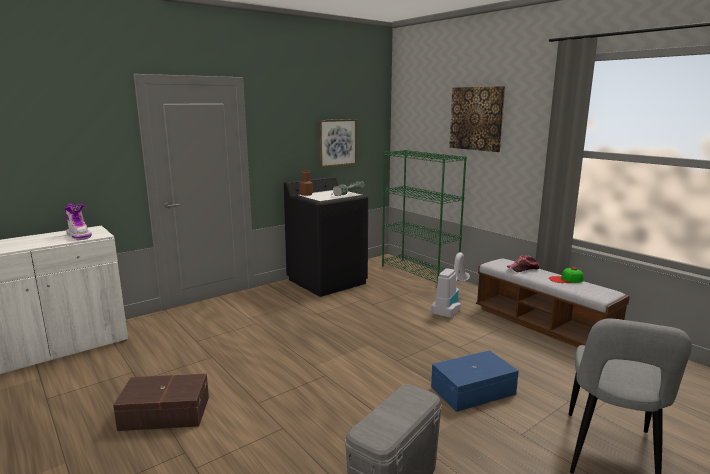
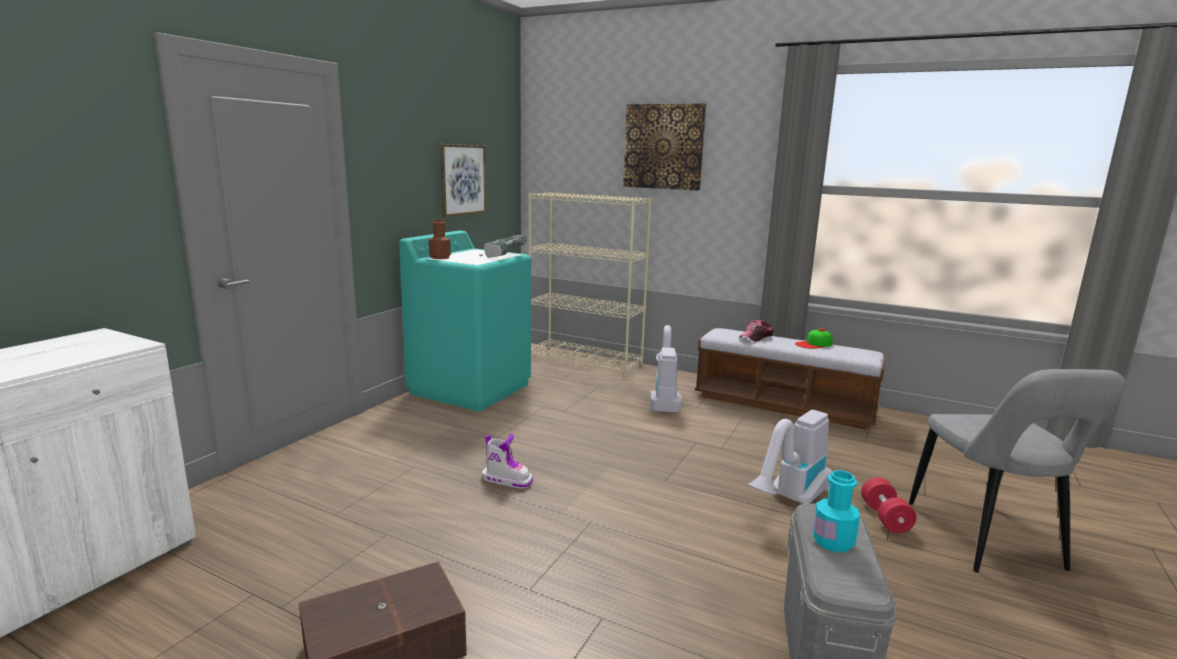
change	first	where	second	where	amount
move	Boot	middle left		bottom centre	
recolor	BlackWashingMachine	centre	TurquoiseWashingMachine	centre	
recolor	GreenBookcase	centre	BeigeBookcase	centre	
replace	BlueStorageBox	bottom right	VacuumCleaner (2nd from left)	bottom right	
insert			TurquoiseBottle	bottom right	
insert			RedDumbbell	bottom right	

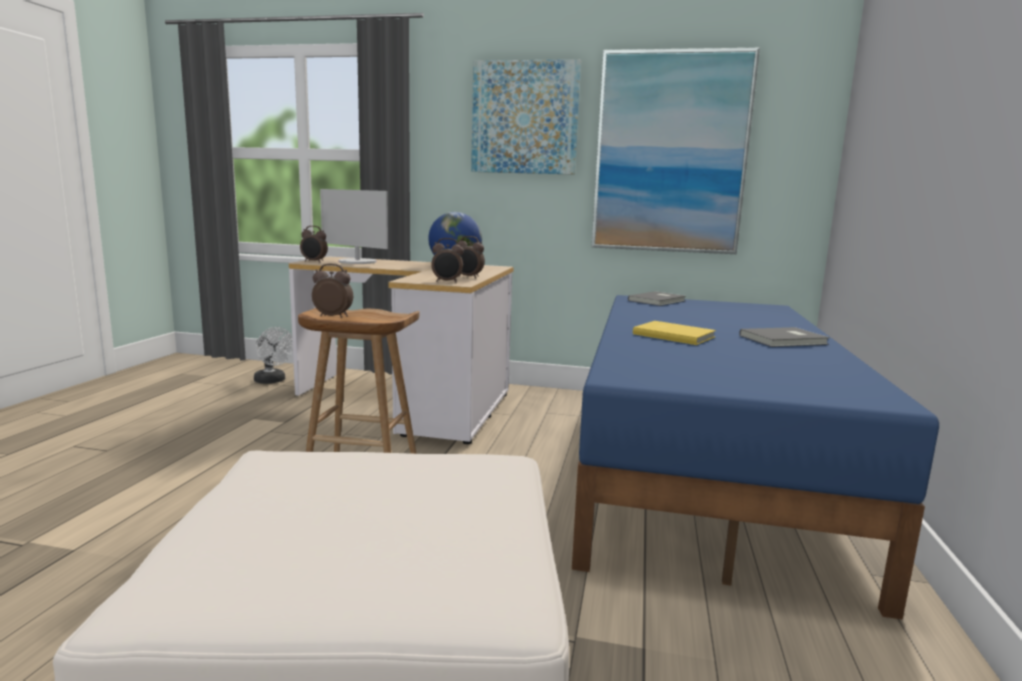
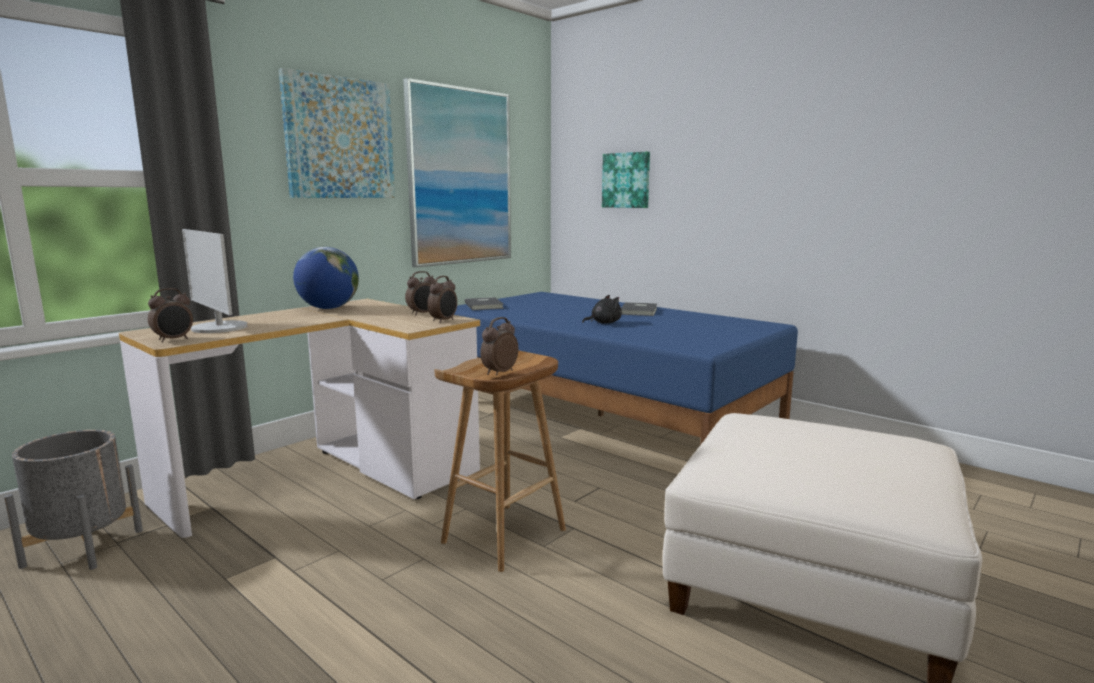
change	first	where	second	where	amount
replace	WhiteFan	middle left	GreyPlanter	bottom left	
rotate	Monitor	top centre		middle left	75 degrees clockwise
replace	YellowBook	centre	BlackPlushToy	centre	
insert			Picture (3rd from left)	top centre	

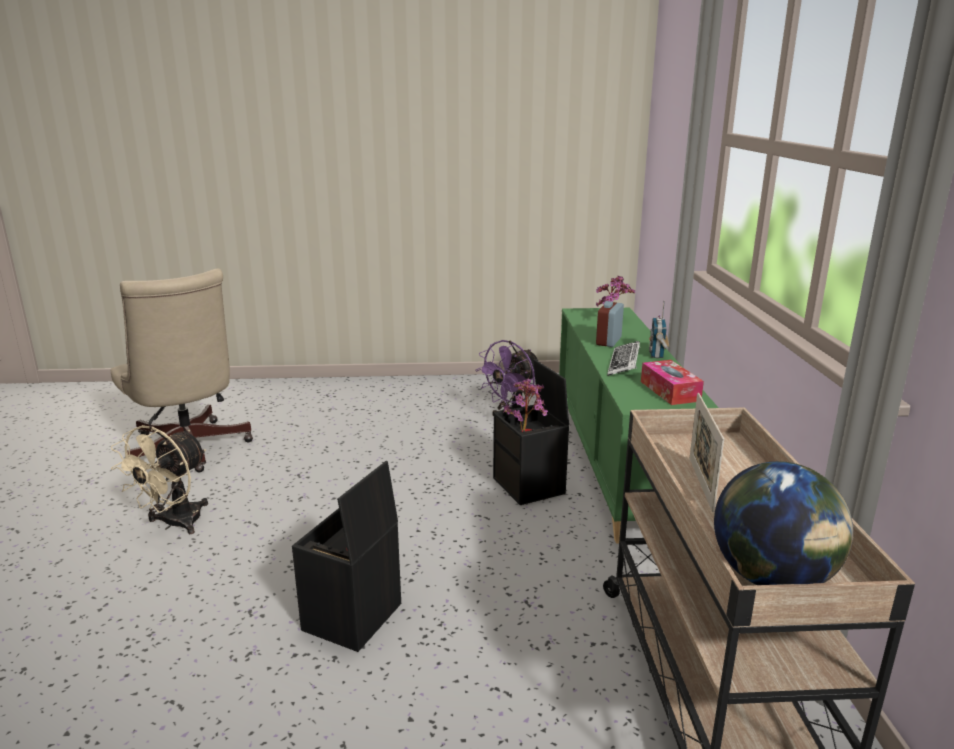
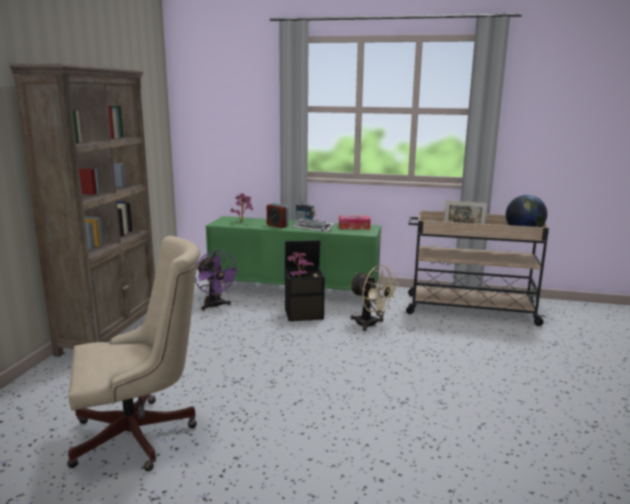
change	first	where	second	where	amount
move	BeigeFan	middle left		centre	
delete	BlackStorageBox (1st from left)	bottom centre			
insert			BrownBookcase	middle left	

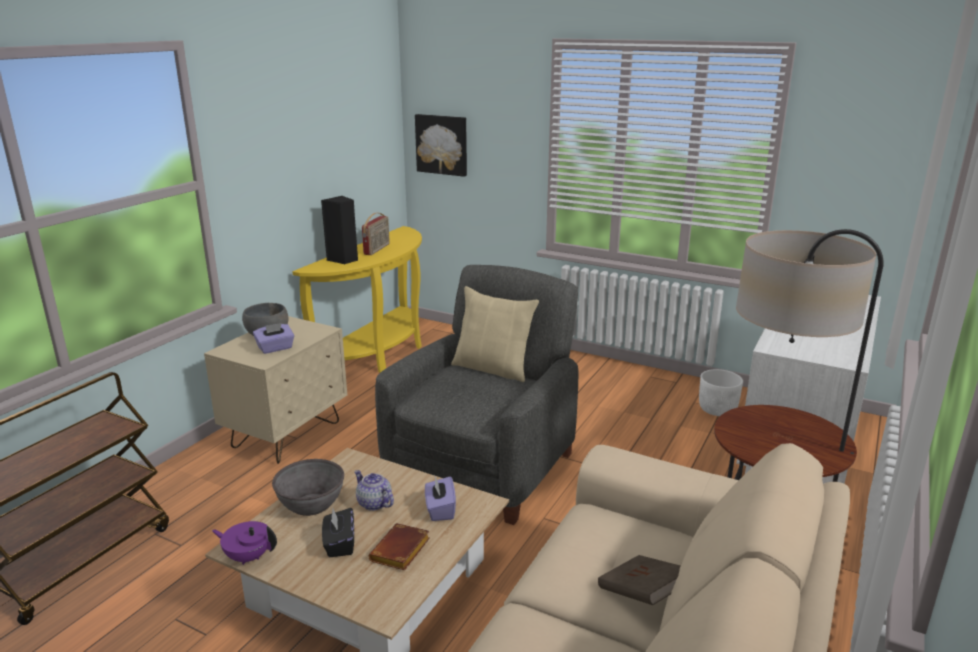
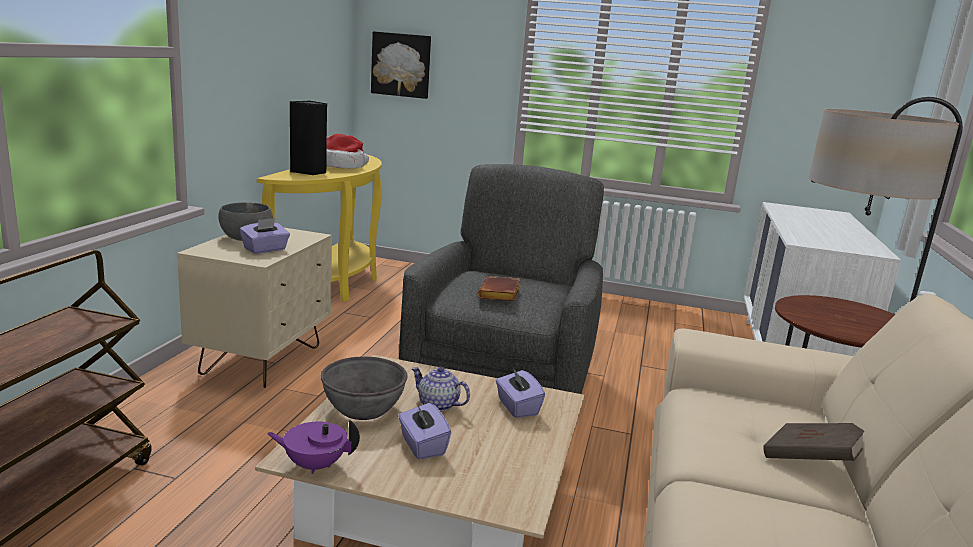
change	first	where	second	where	amount
recolor	BlackTissueBox	bottom centre	PurpleTissueBox (2nd from left)	bottom centre	
replace	Radio	centre	Hat	top centre	
move	BrownBook (1st from left)	bottom centre		centre	
delete	BeigePillow	centre			
delete	WhitePlanter	middle right			

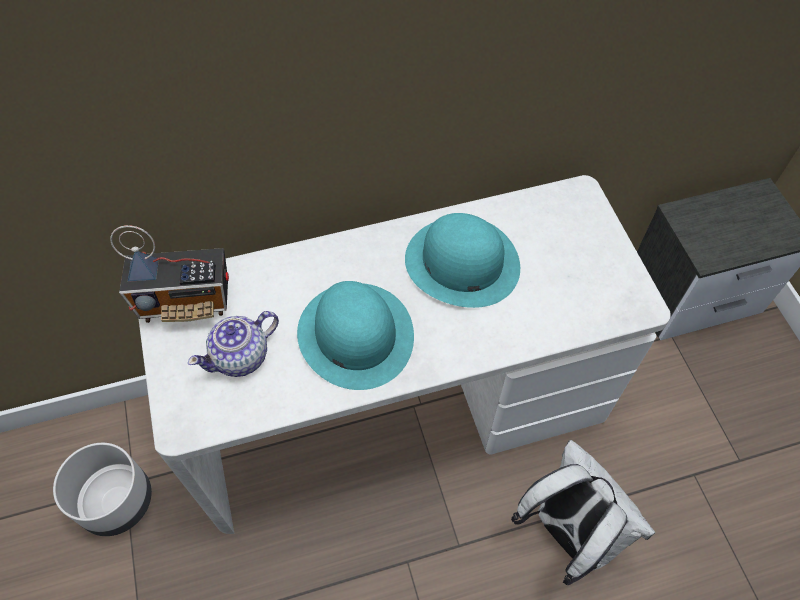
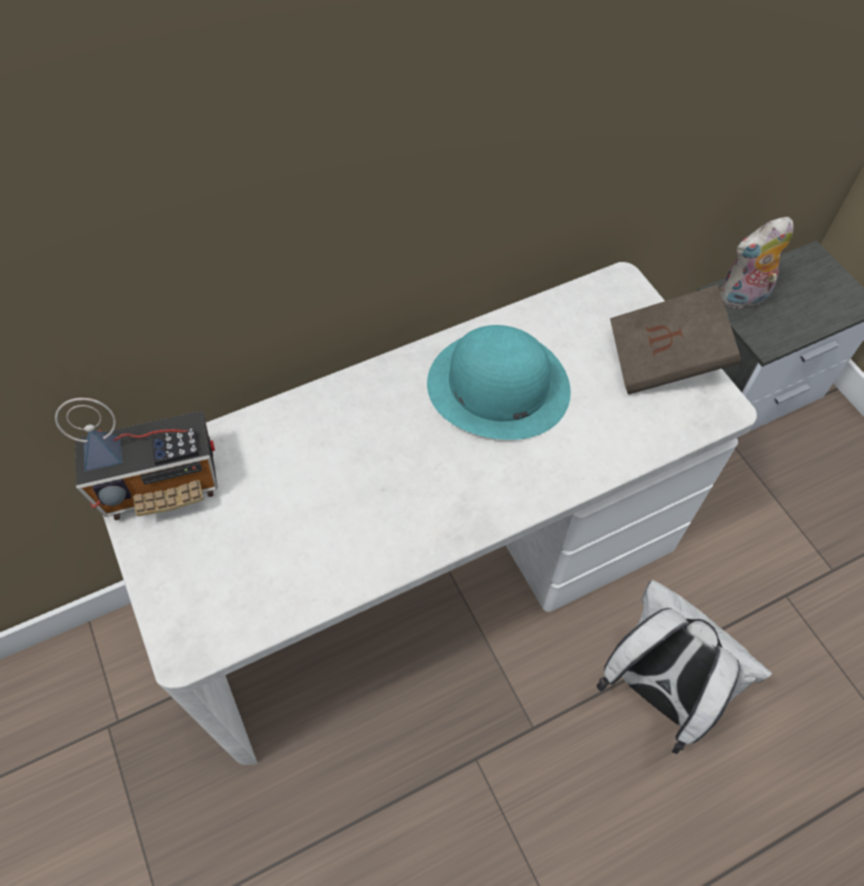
change	first	where	second	where	amount
delete	GreyPlanter	bottom left			
delete	Teapot	middle left			
delete	TurquoiseHat (1st from left)	centre			
insert			BrownBook	middle right	
insert			PlushToy	top right	

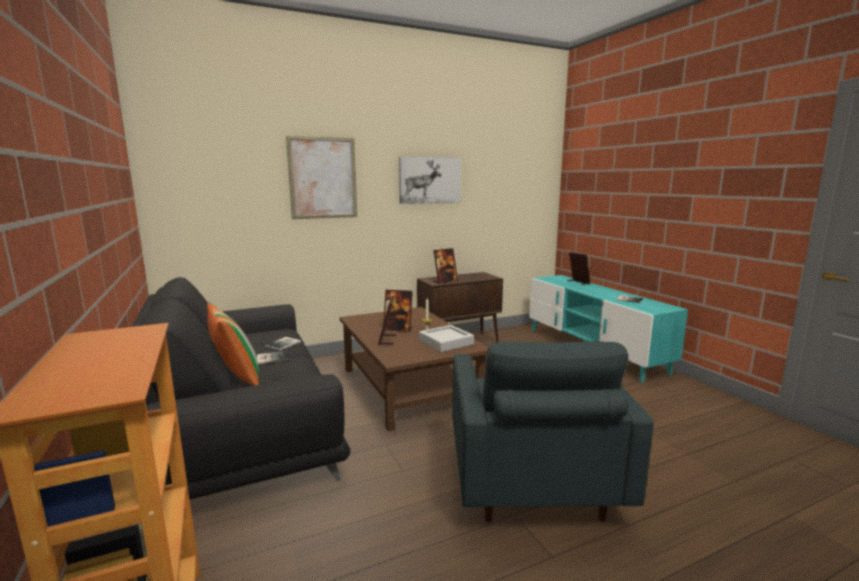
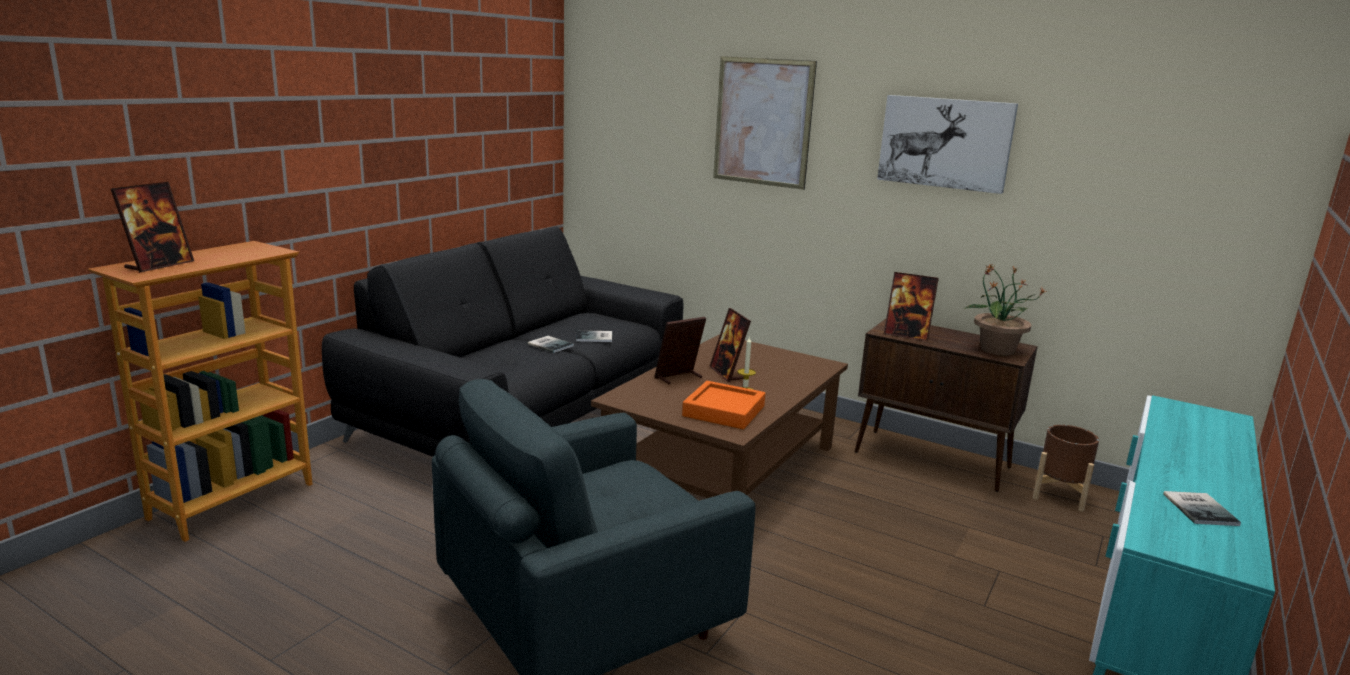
change	first	where	second	where	amount
delete	Pillow	middle left			
recolor	GreyTray	centre	OrangeTray	centre	
move	PictureFrame (4th from left in the first image)	middle right	PictureFrame (1st from left)	middle left	
insert			PottedPlant	middle right	
insert			BrownPlanter	bottom right	

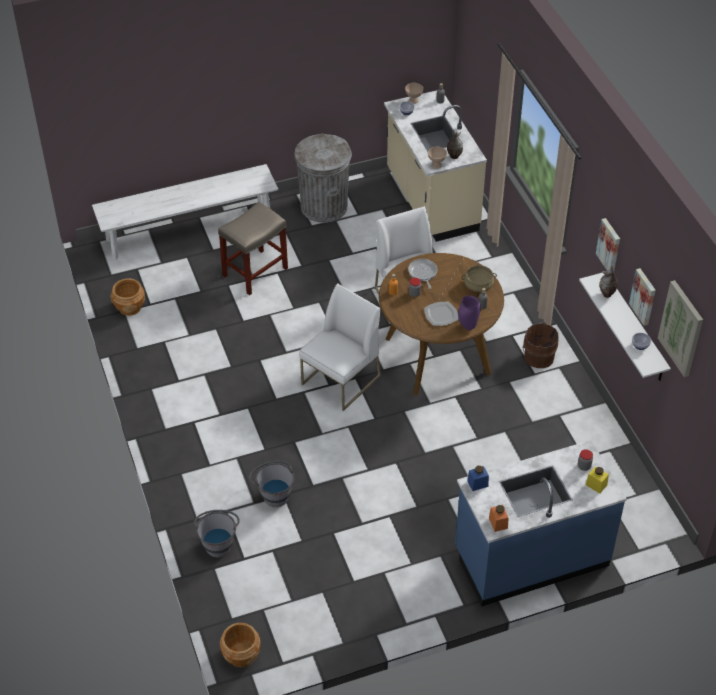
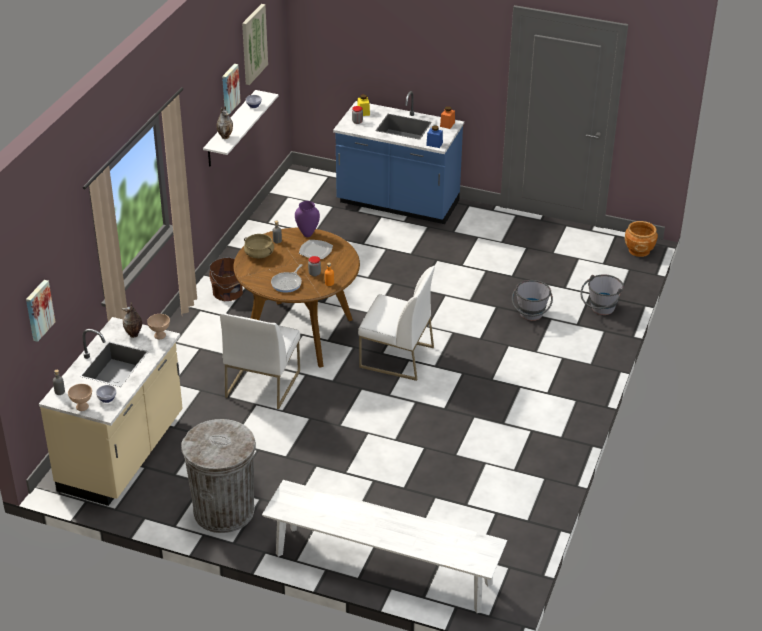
change	first	where	second	where	amount
delete	BrownPlanter (1st from left)	middle left			
delete	BeigeStool	centre			
rotate	WhiteChair (1st from left in the first image)	centre	WhiteChair (2nd from left)	centre	150 degrees counterclockwise
move	Picture (1st from left)	middle right		middle left	

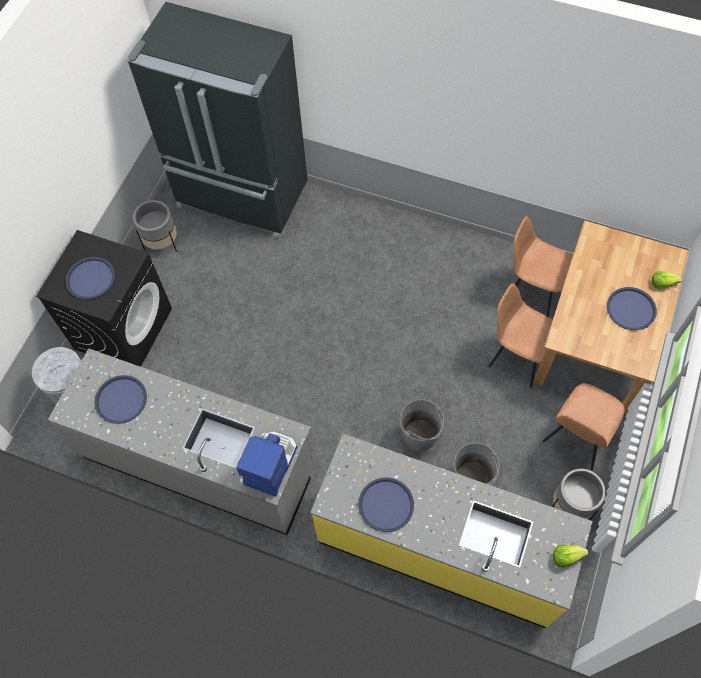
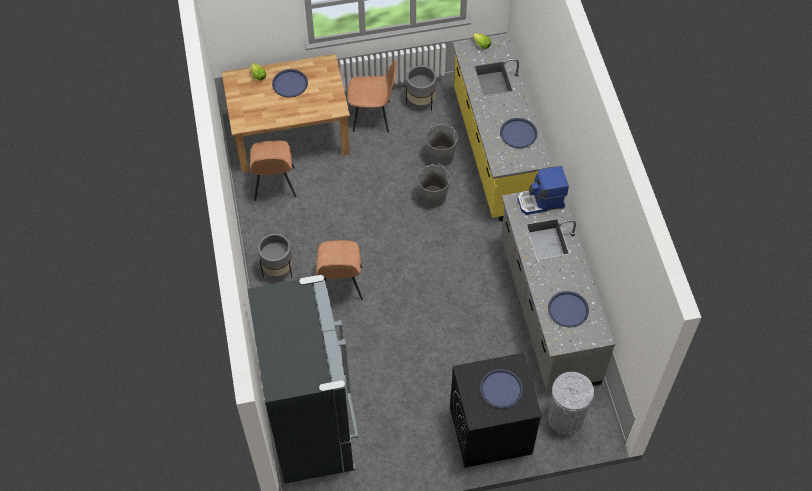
change	first	where	second	where	amount
move	GreyPlanter (1st from left)	middle left		centre	
move	BrownChair (1st from left in the first image)	middle right	BrownChair (2nd from left)	centre	

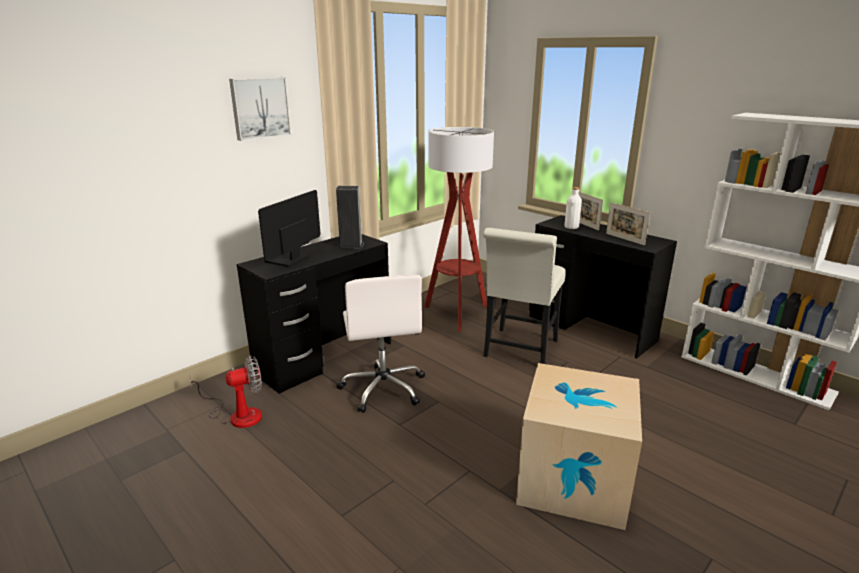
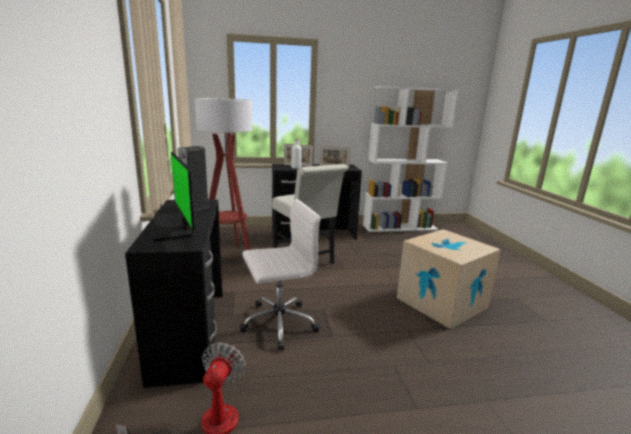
change	first	where	second	where	amount
delete	Picture	top left			
rotate	WhiteOfficeChair	centre		centre	45 degrees counterclockwise

